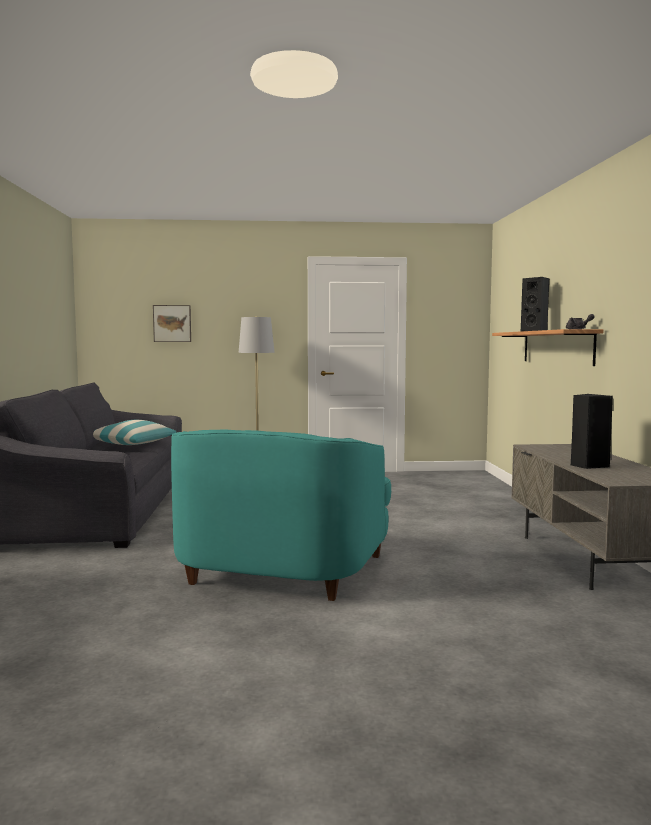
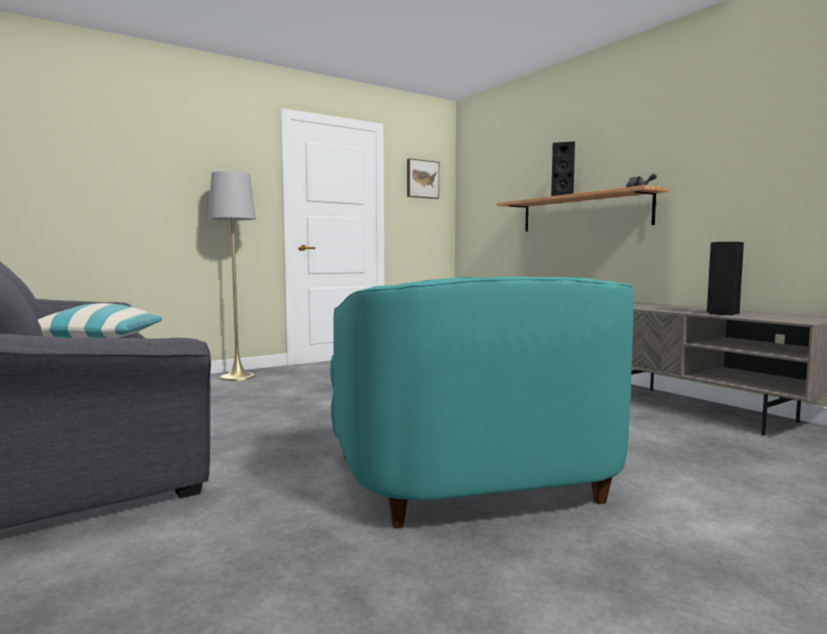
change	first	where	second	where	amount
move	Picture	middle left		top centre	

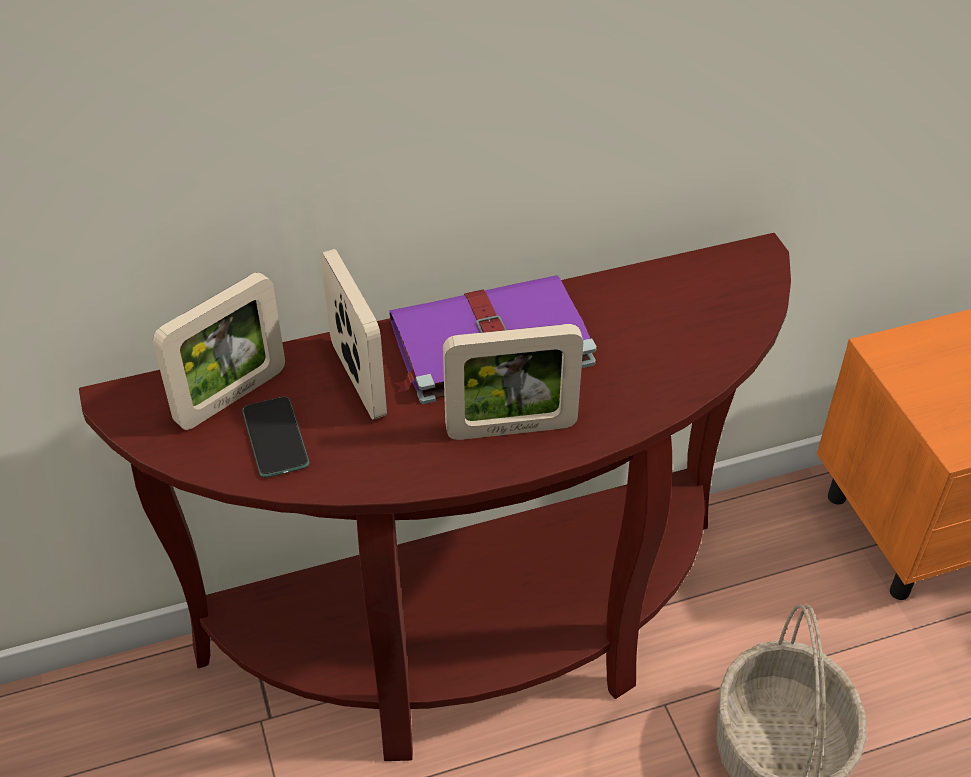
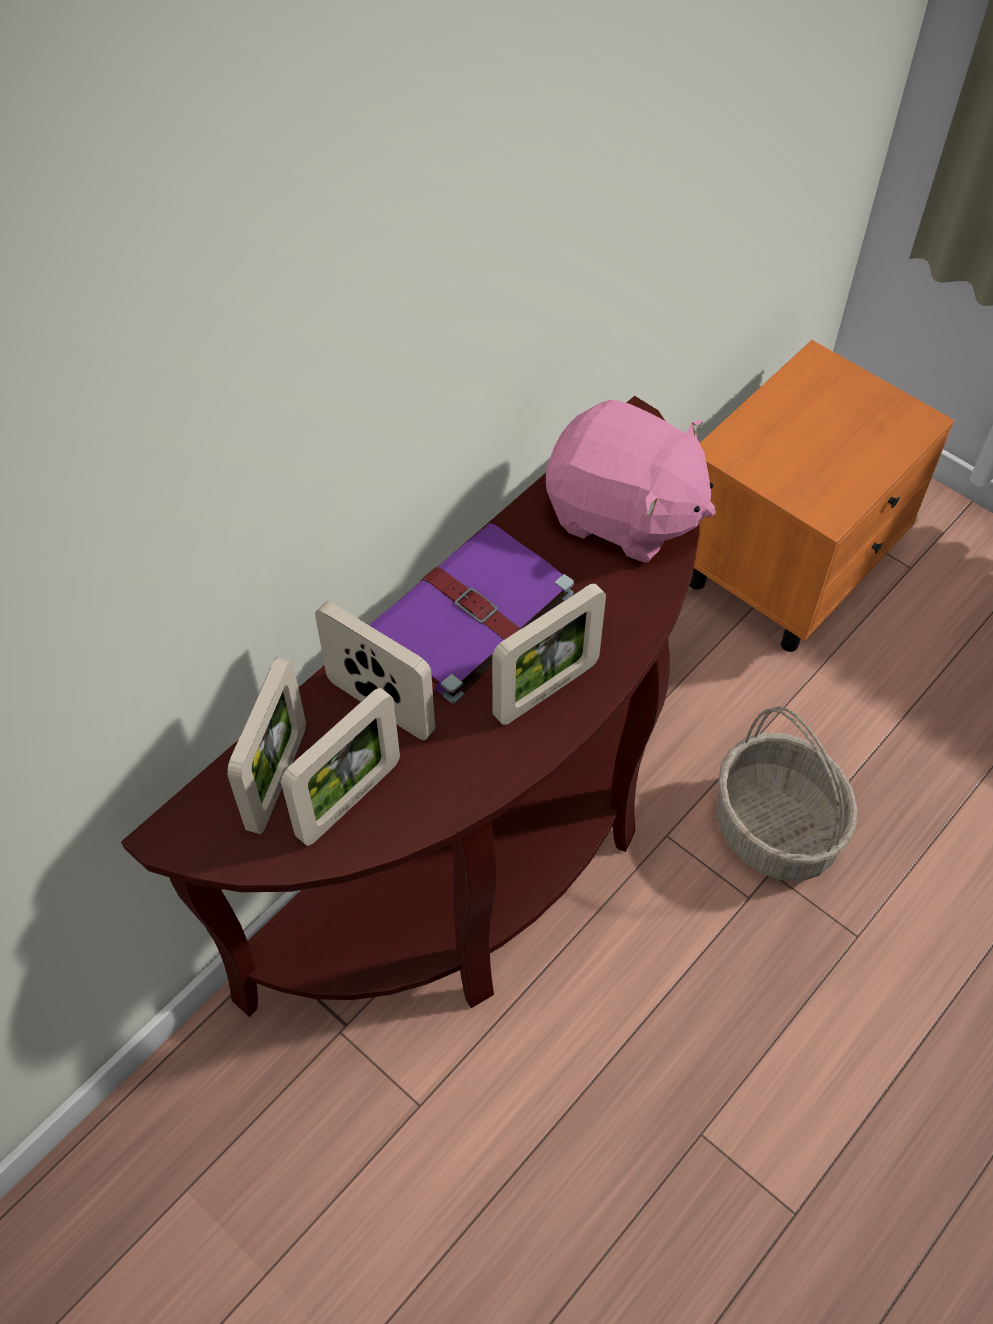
change	first	where	second	where	amount
replace	Phone	middle left	PictureFrame (2nd from left)	centre	
insert			PinkPlushToy	centre	

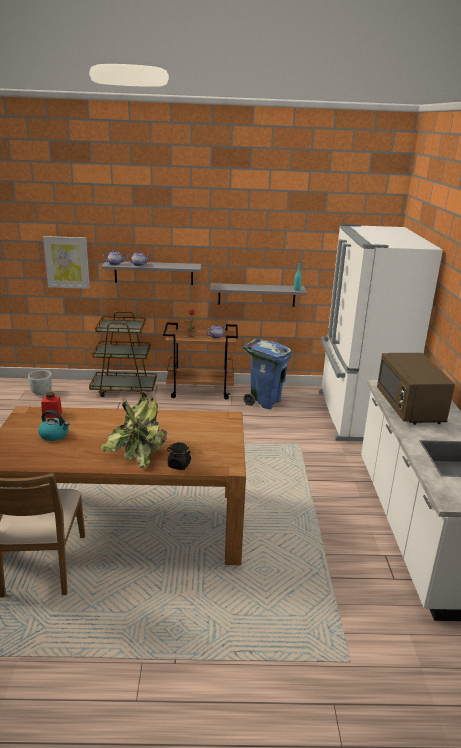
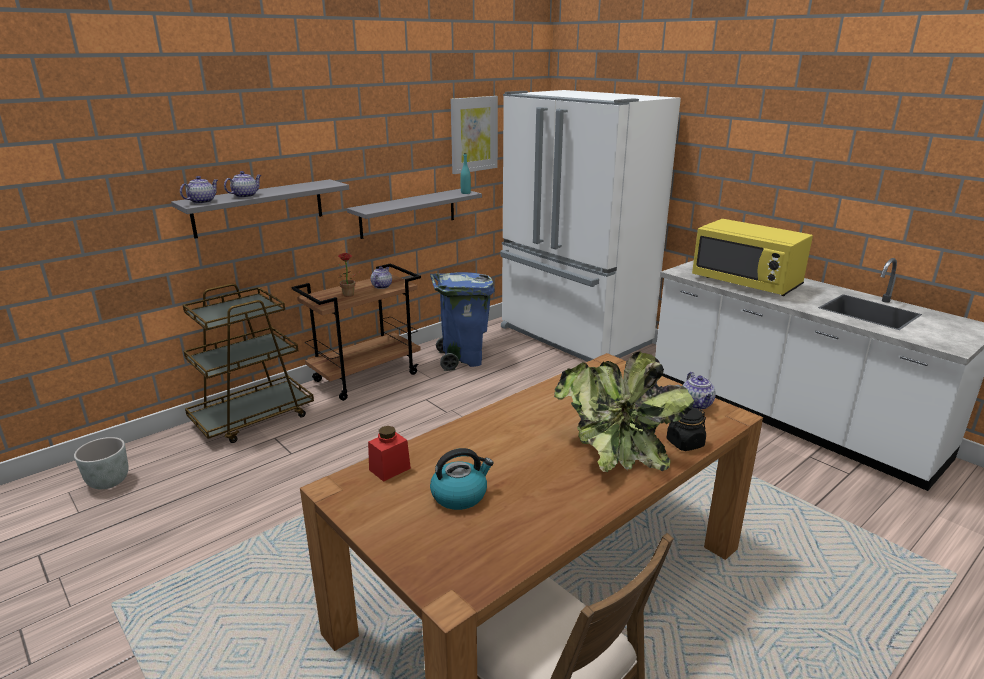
change	first	where	second	where	amount
move	Picture	middle left		top centre	
recolor	BrownMicrowave	middle right	YellowMicrowave	middle right	
insert			Teapot (4th from left)	middle right	

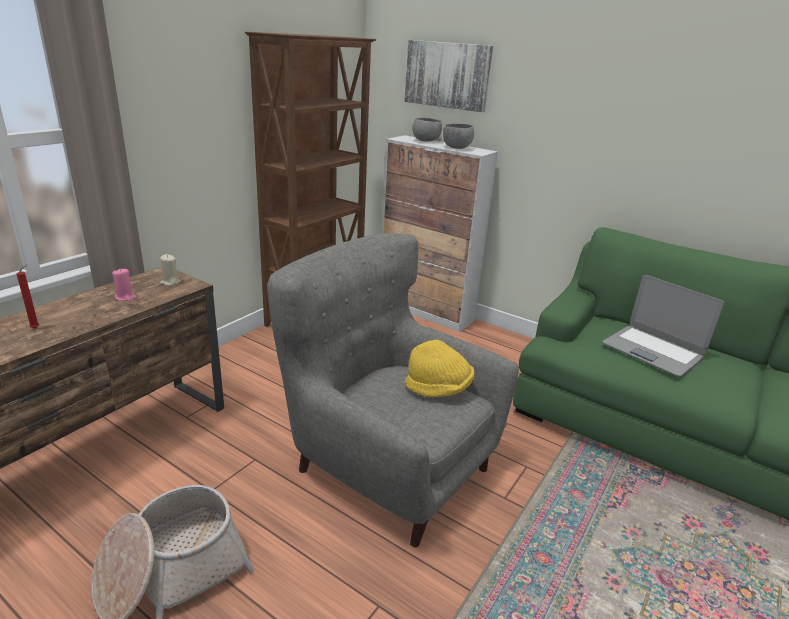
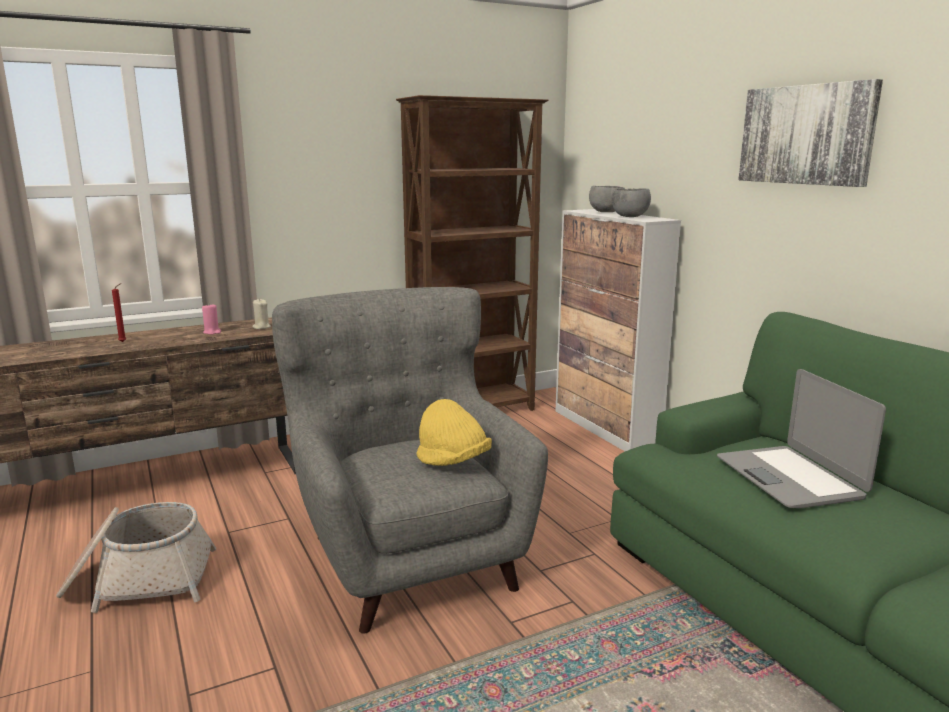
change	first	where	second	where	amount
move	Picture	top centre		top right	

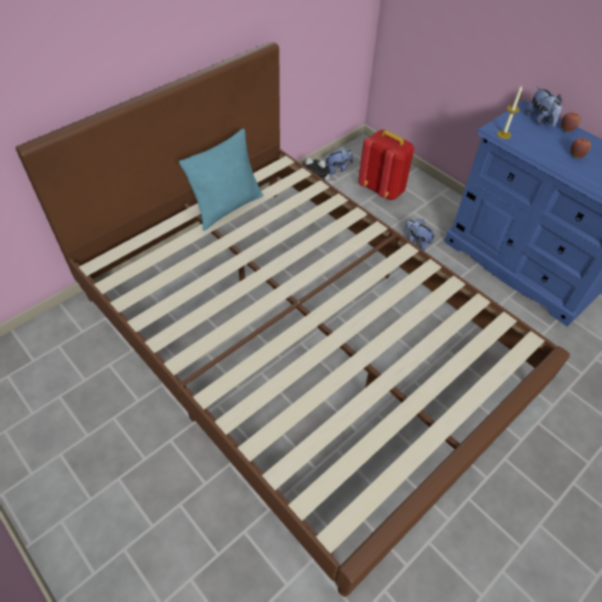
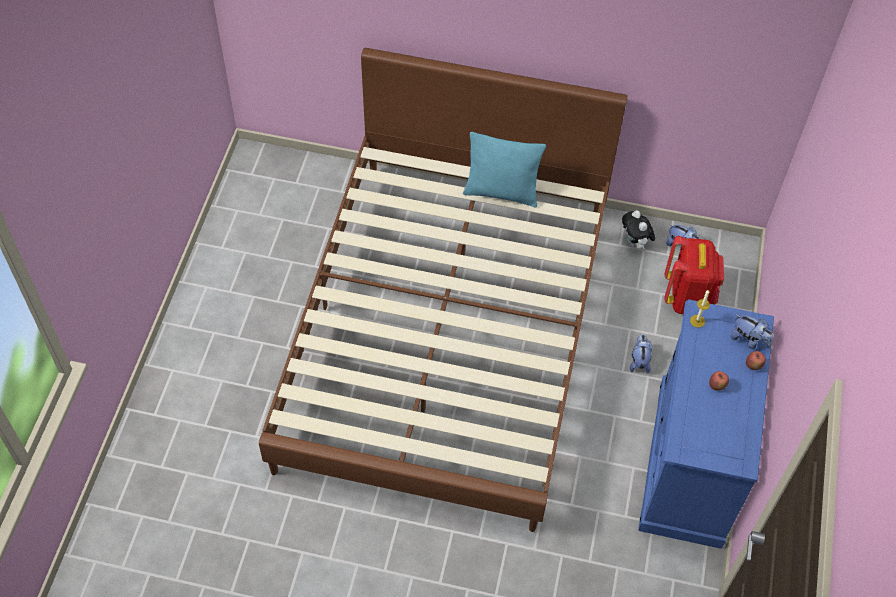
change	first	where	second	where	amount
rotate	PlushToy (4th from left)	top right		middle right	90 degrees counterclockwise

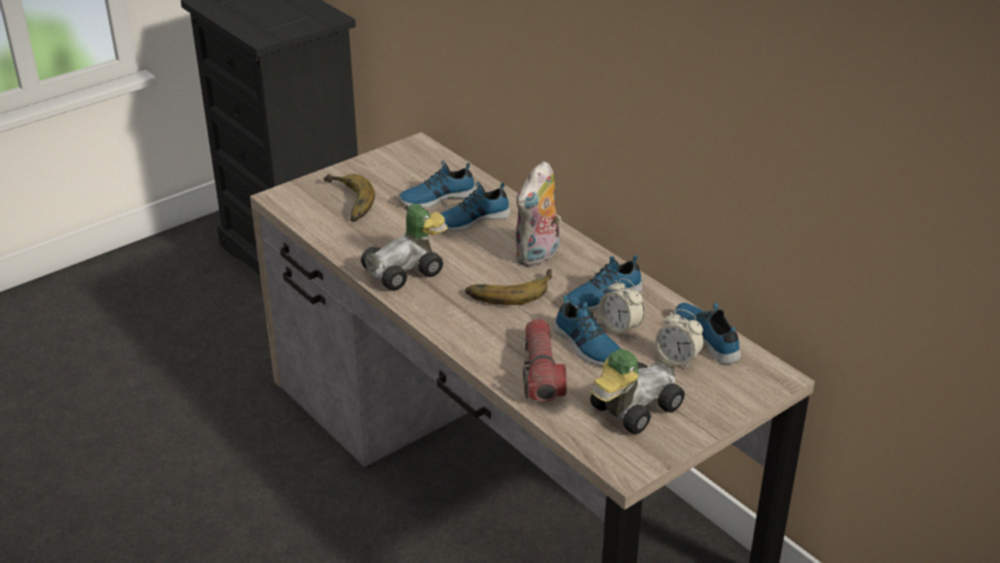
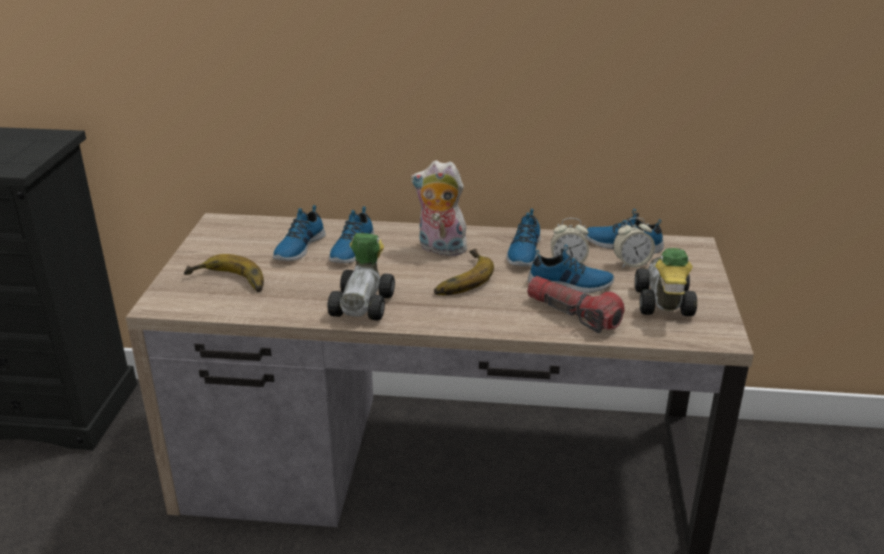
change	first	where	second	where	amount
rotate	PlushToy	centre		centre	120 degrees clockwise

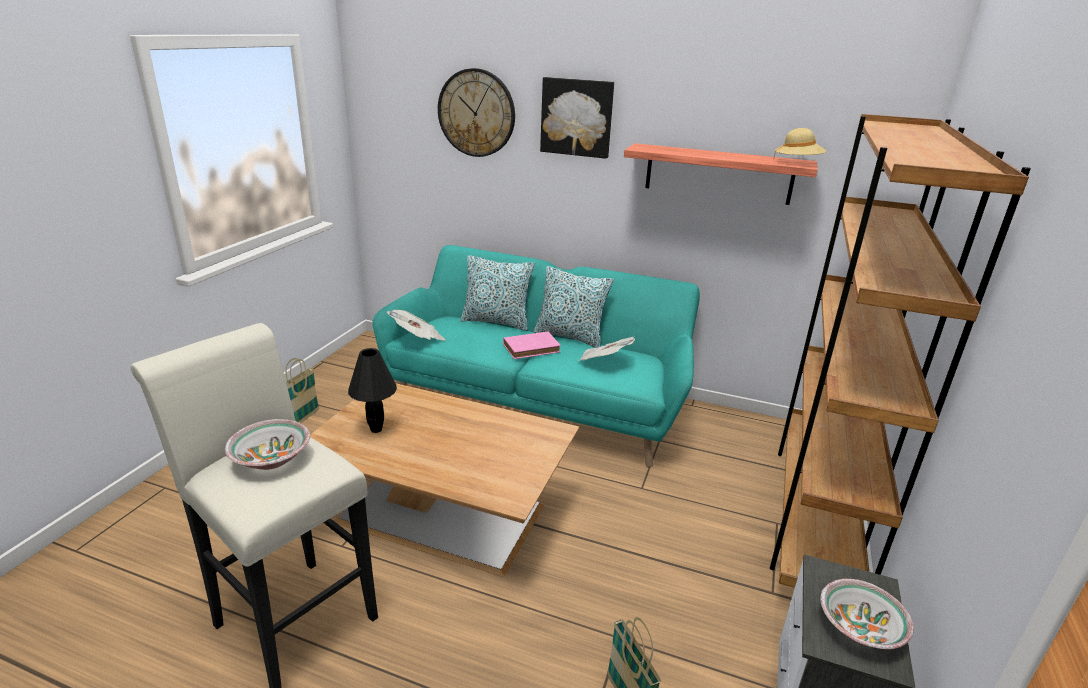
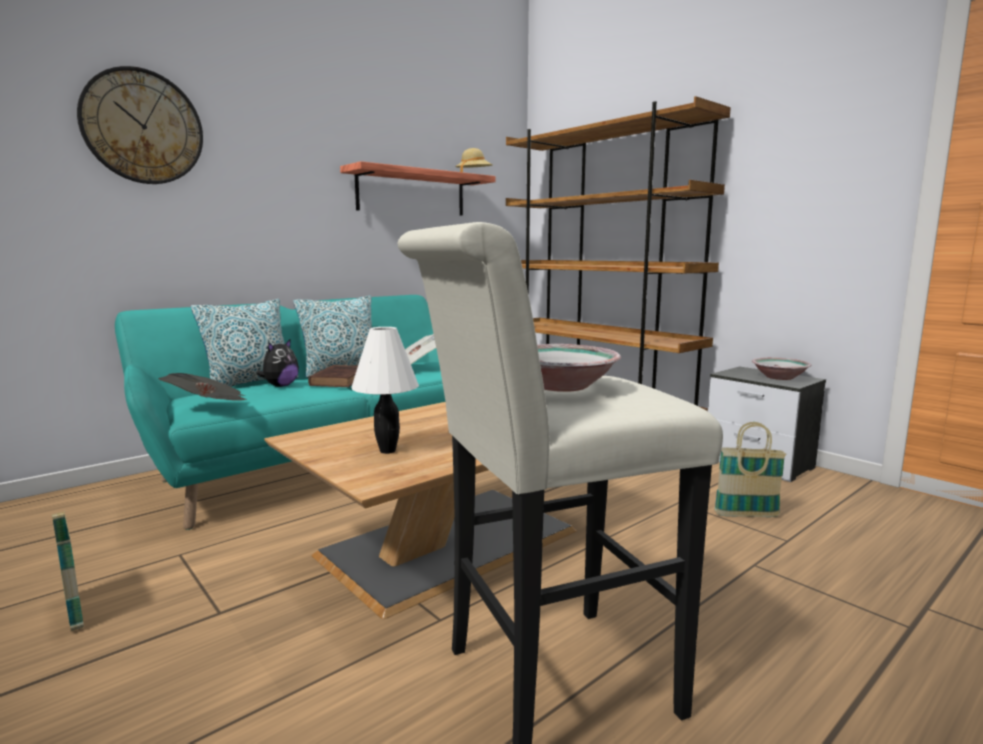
change	first	where	second	where	amount
recolor	BlackTableLamp	centre	WhiteTableLamp	centre	
recolor	PinkBook	centre	BrownBook	centre	
delete	Picture	top centre			
insert			PlushToy	middle left	

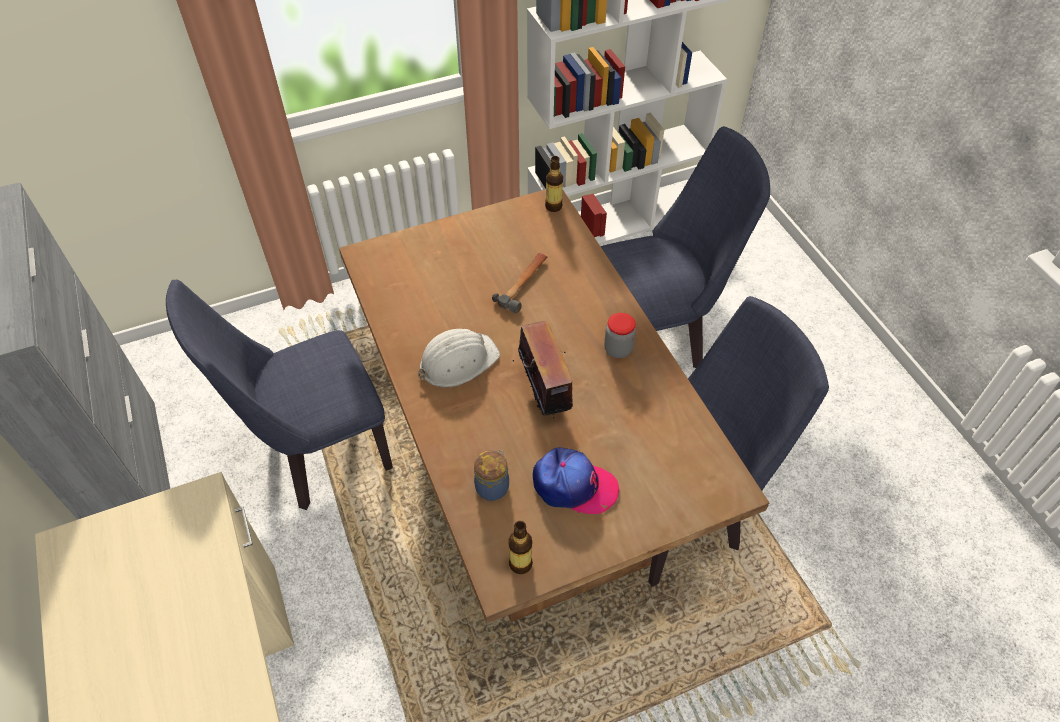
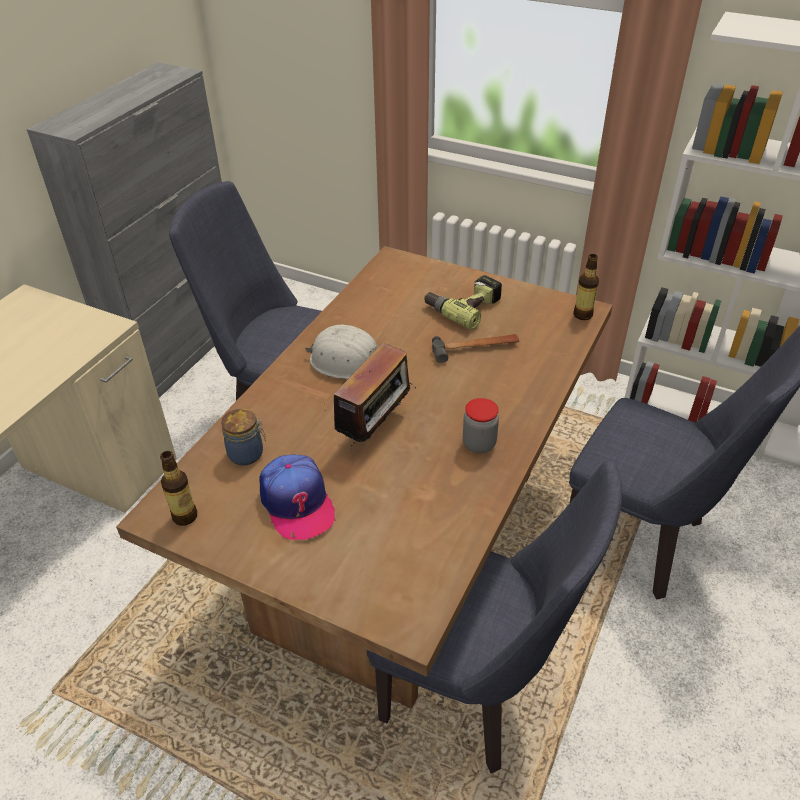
change	first	where	second	where	amount
insert			PowerDrill	centre	

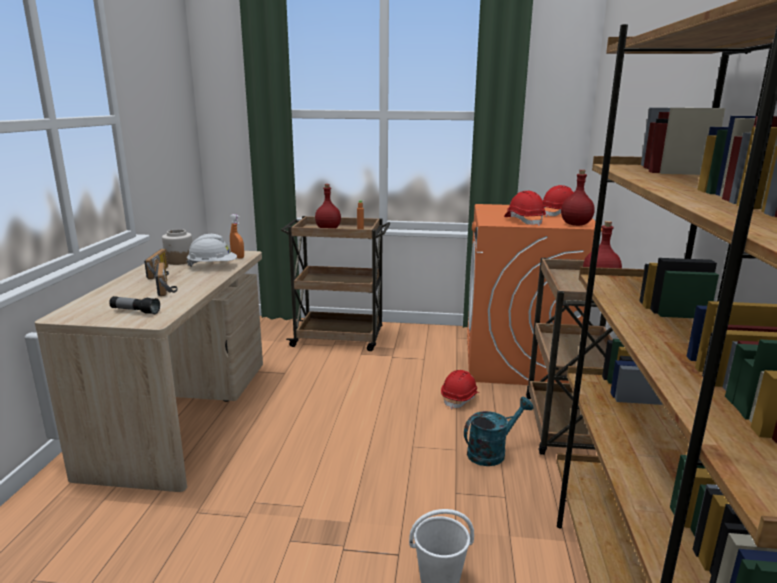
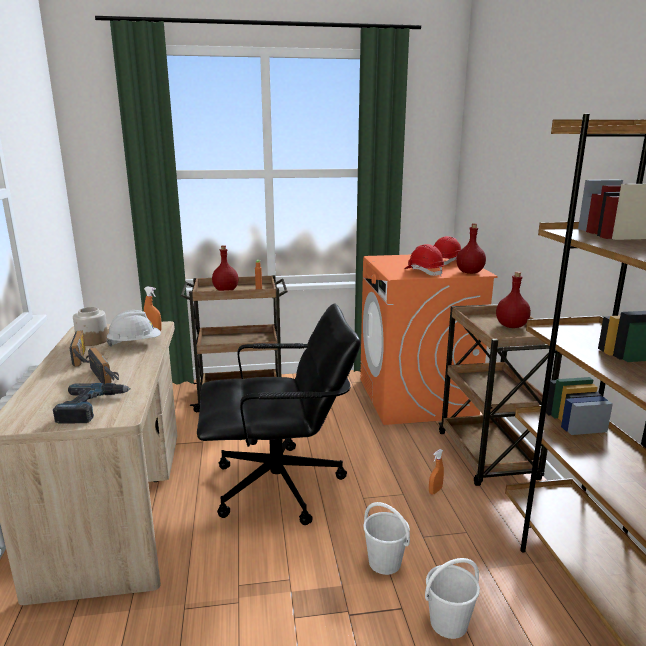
change	first	where	second	where	amount
replace	Flashlight	middle left	PowerDrill	middle left	
delete	RedHardHat (1st from left)	bottom centre			
replace	TurquoiseWateringCan	bottom centre	OrangeSprayBottle (2nd from left)	bottom right	
insert			BlackOfficeChair	centre	
insert			WhiteBucket (1st from left)	bottom centre	

